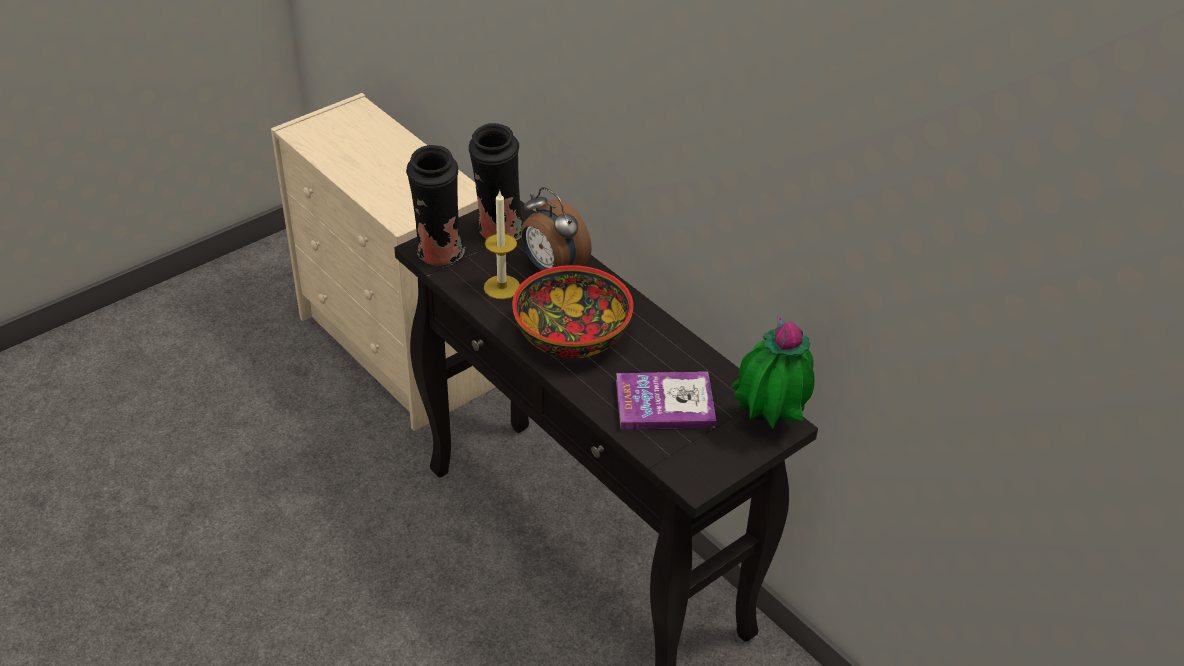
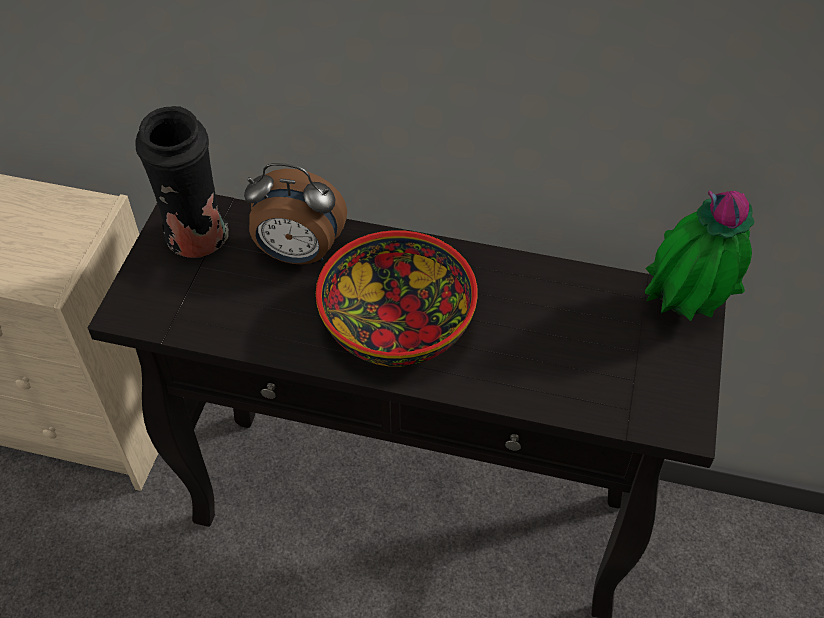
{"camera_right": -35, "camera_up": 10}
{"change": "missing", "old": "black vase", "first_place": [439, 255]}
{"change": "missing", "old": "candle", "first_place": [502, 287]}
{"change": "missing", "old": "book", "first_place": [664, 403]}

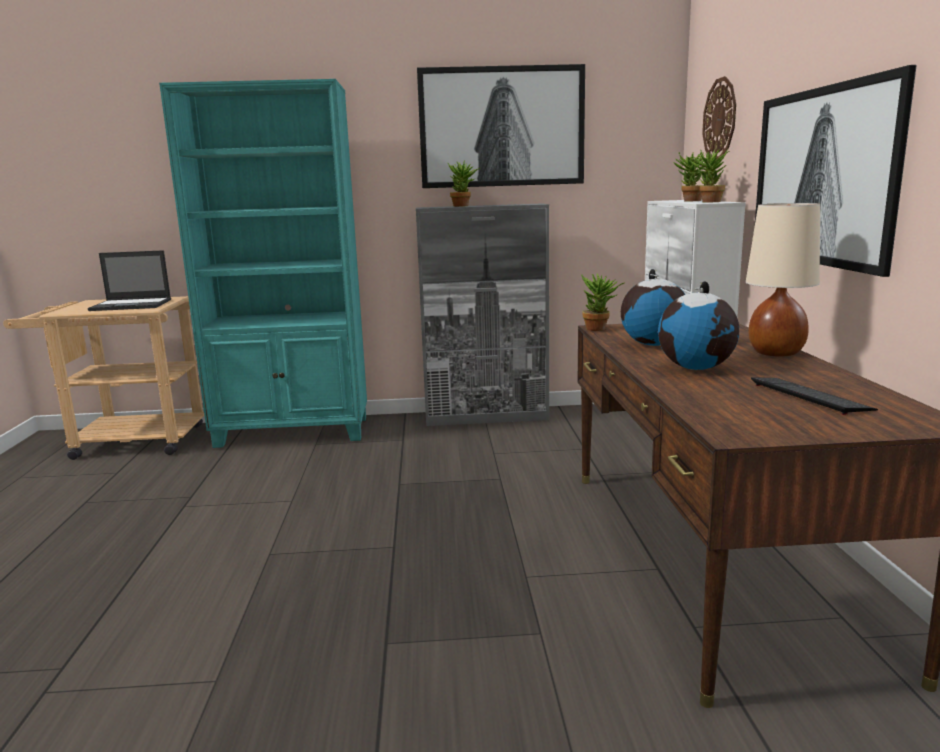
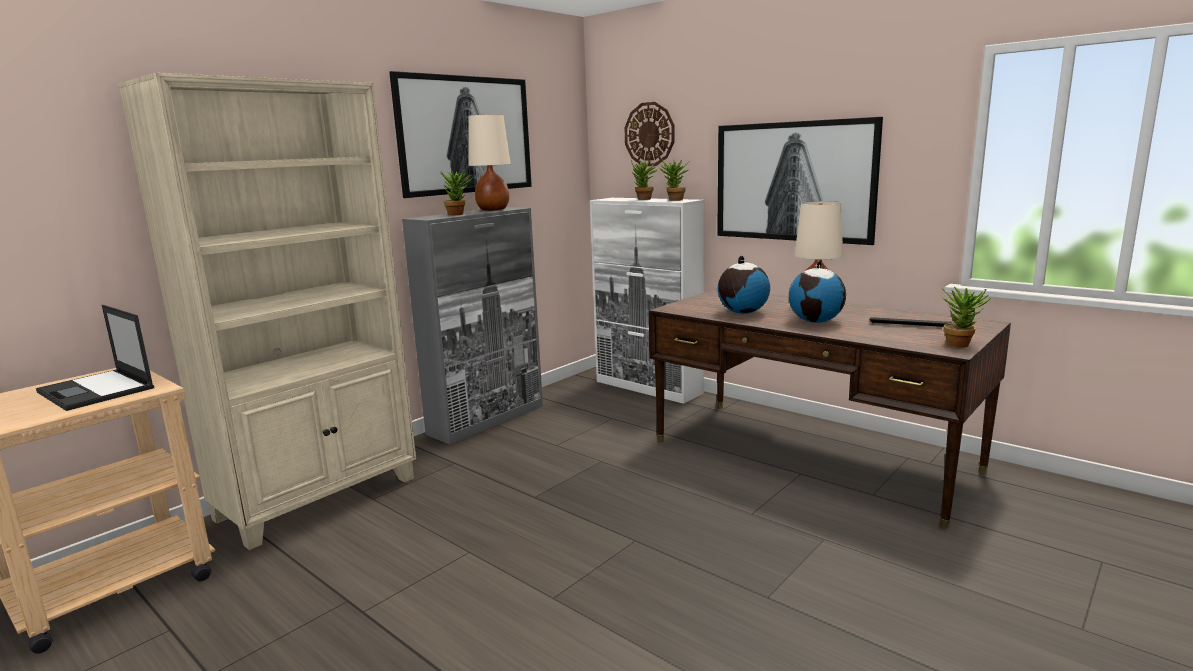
{"camera_right": -45, "camera_up": 0}
{"change": "spun", "old": "laptop", "first_place": [132, 305], "second_place": [97, 390], "degrees": 90}
{"change": "colour", "old": "turquoise bookcase", "new": "beige bookcase", "first_place": [294, 432], "second_place": [320, 498]}
{"change": "relocated", "old": "potted plant", "first_place": [600, 329], "second_place": [960, 344]}
{"change": "appeared", "new": "beige table lamp", "second_place": [493, 210]}

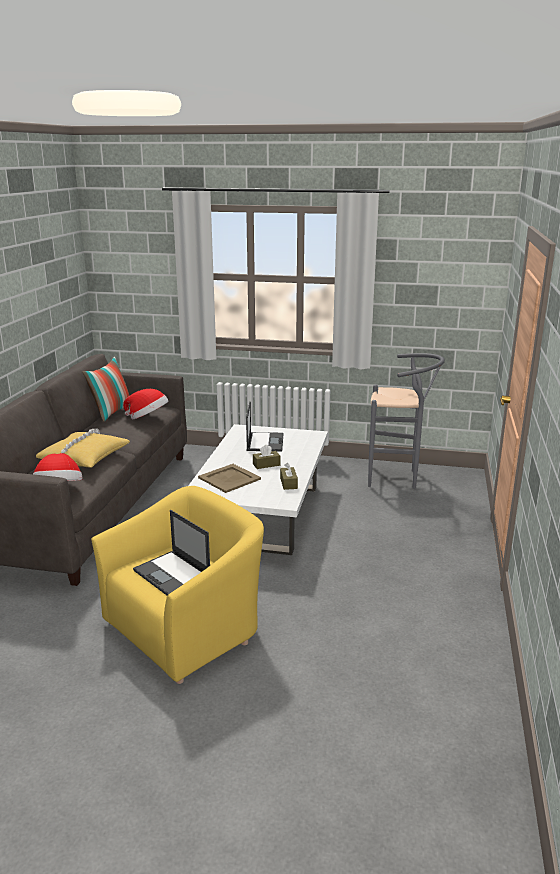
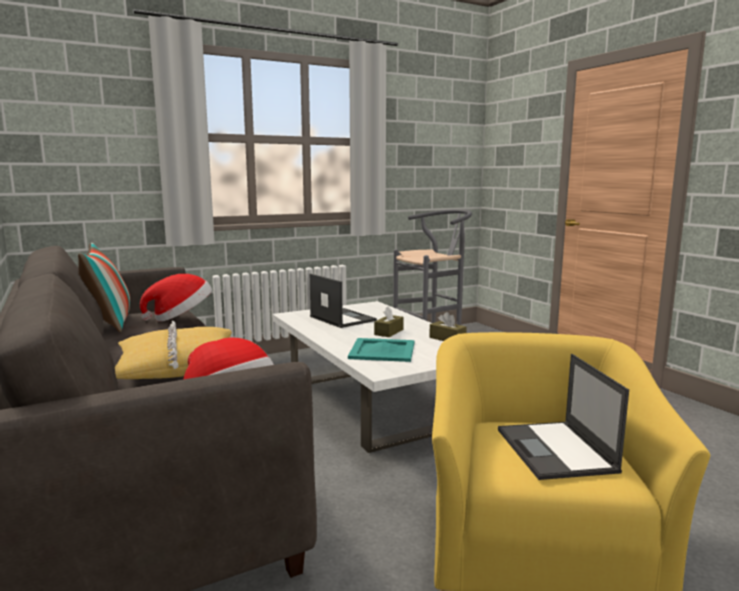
{"camera_right": -40, "camera_up": -10}
{"change": "spun", "old": "laptop", "first_place": [173, 574], "second_place": [556, 451], "degrees": 75}
{"change": "colour", "old": "beige tray", "new": "turquoise tray", "first_place": [230, 478], "second_place": [383, 350]}

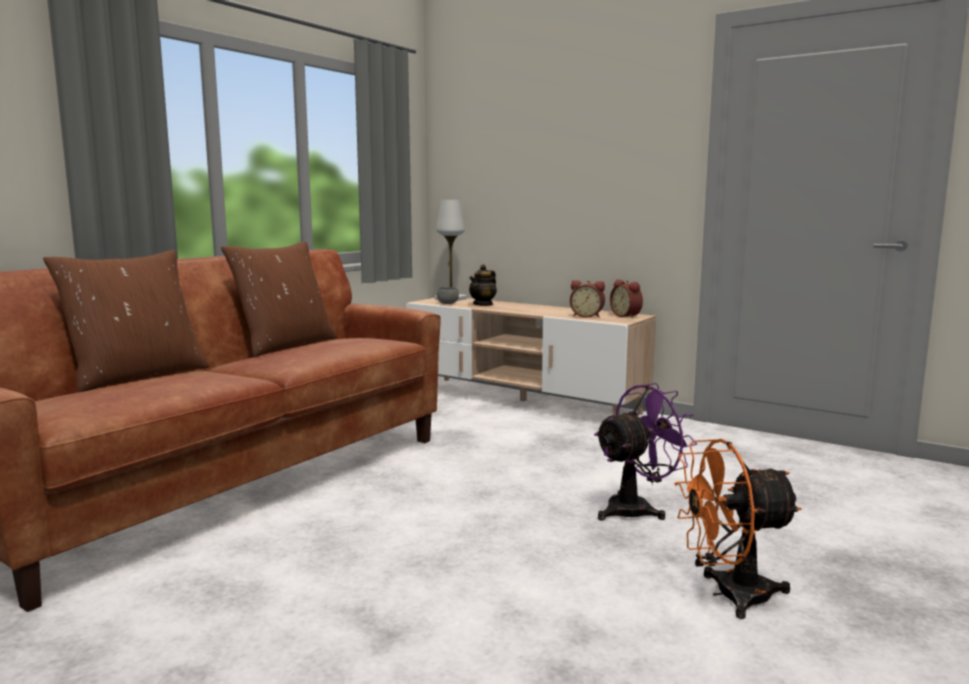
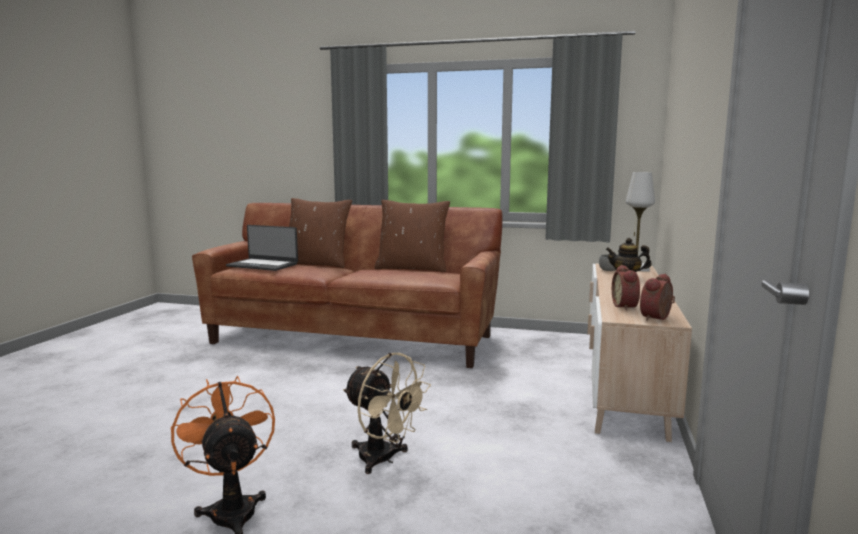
{"camera_right": 70, "camera_up": 0}
{"change": "colour", "old": "purple fan", "new": "beige fan", "first_place": [637, 508], "second_place": [384, 459]}
{"change": "appeared", "new": "laptop", "second_place": [263, 265]}

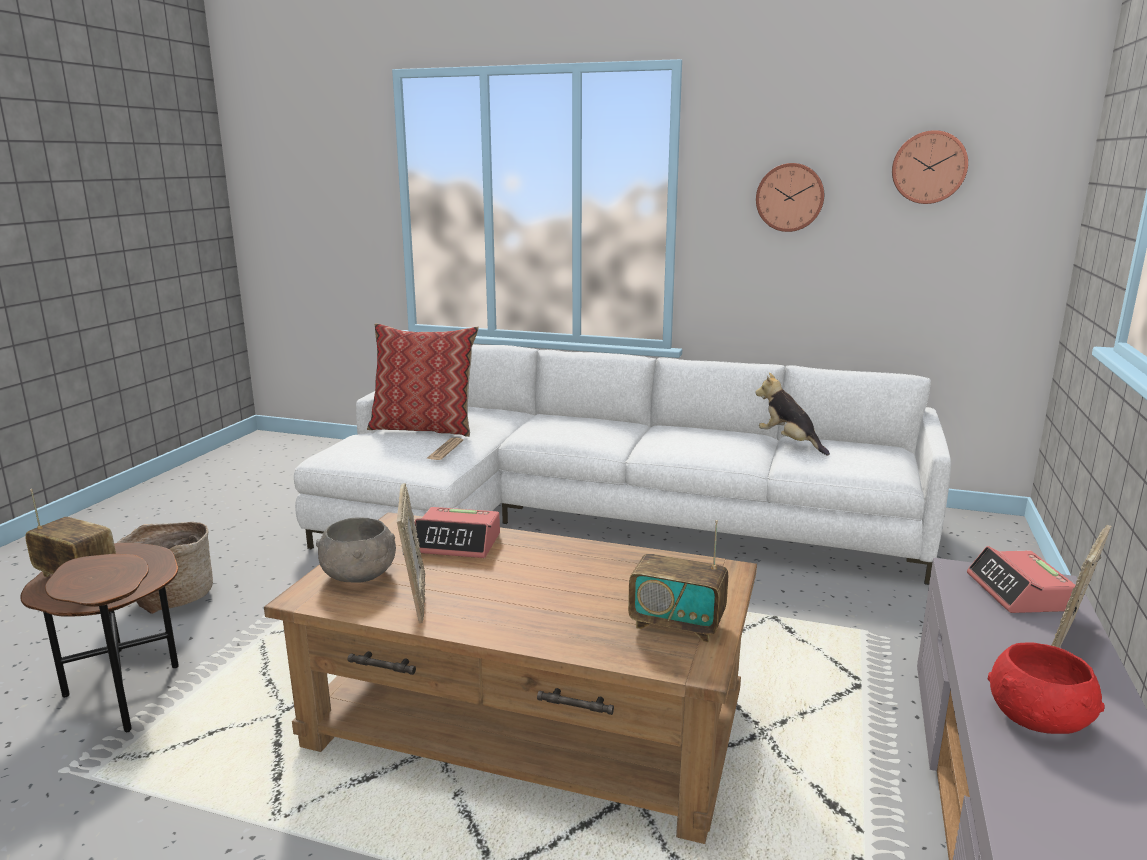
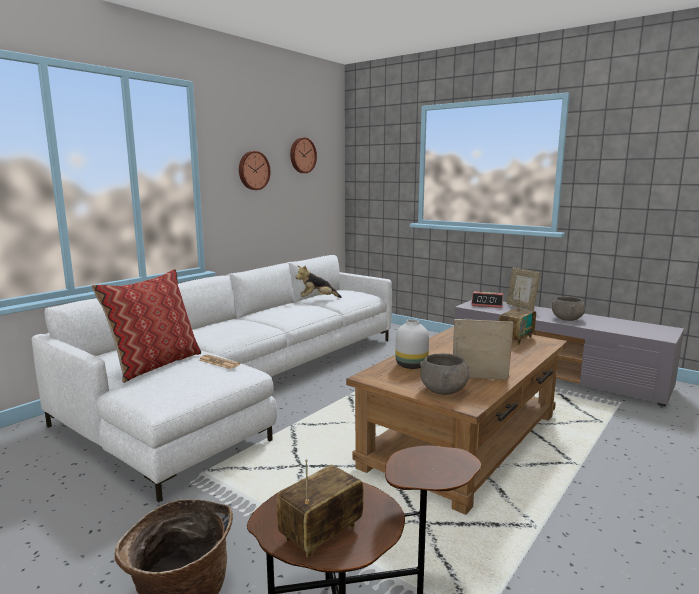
{"camera_right": -70, "camera_up": -5}
{"change": "exchanged", "old": "alarm clock", "new": "white vase", "first_place": [457, 543], "second_place": [411, 365]}
{"change": "colour", "old": "red bowl", "new": "grey bowl", "first_place": [1039, 719], "second_place": [567, 319]}

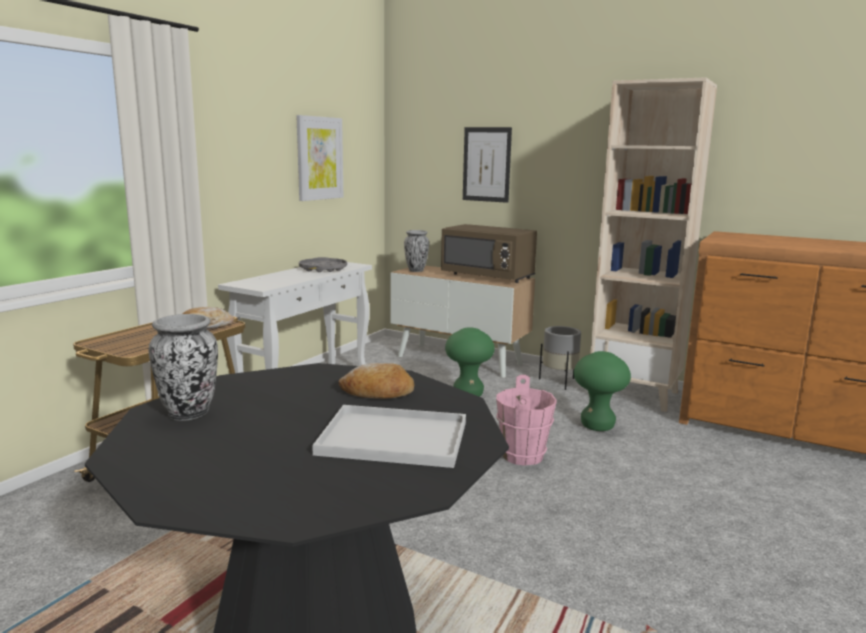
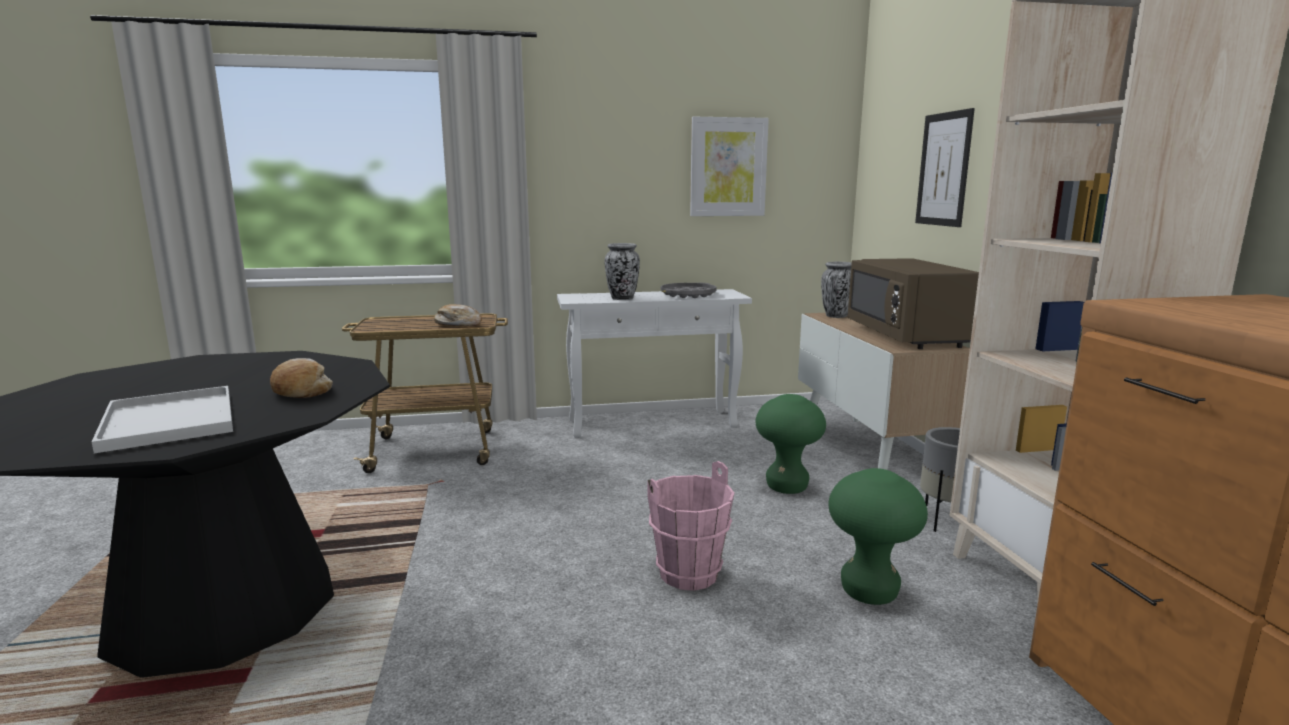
{"camera_right": 50, "camera_up": 0}
{"change": "relocated", "old": "vase", "first_place": [189, 414], "second_place": [622, 298]}

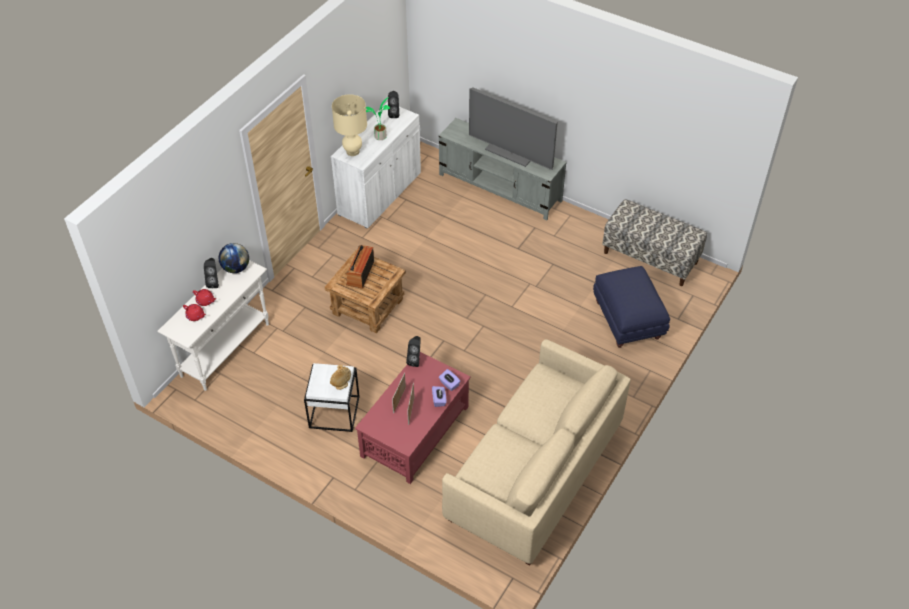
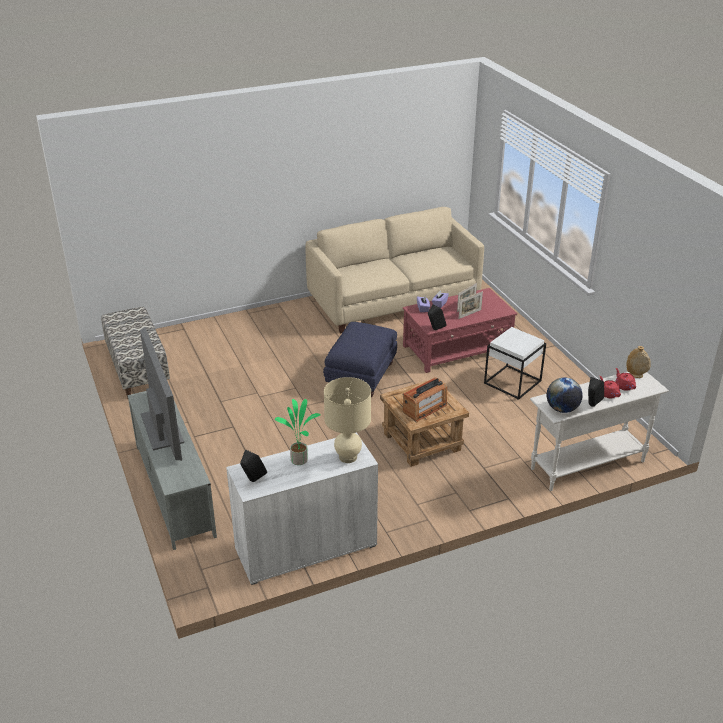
{"camera_right": -145, "camera_up": -15}
{"change": "relocated", "old": "beige vase", "first_place": [341, 385], "second_place": [636, 375]}
{"change": "relocated", "old": "blue ottoman", "first_place": [628, 321], "second_place": [361, 375]}

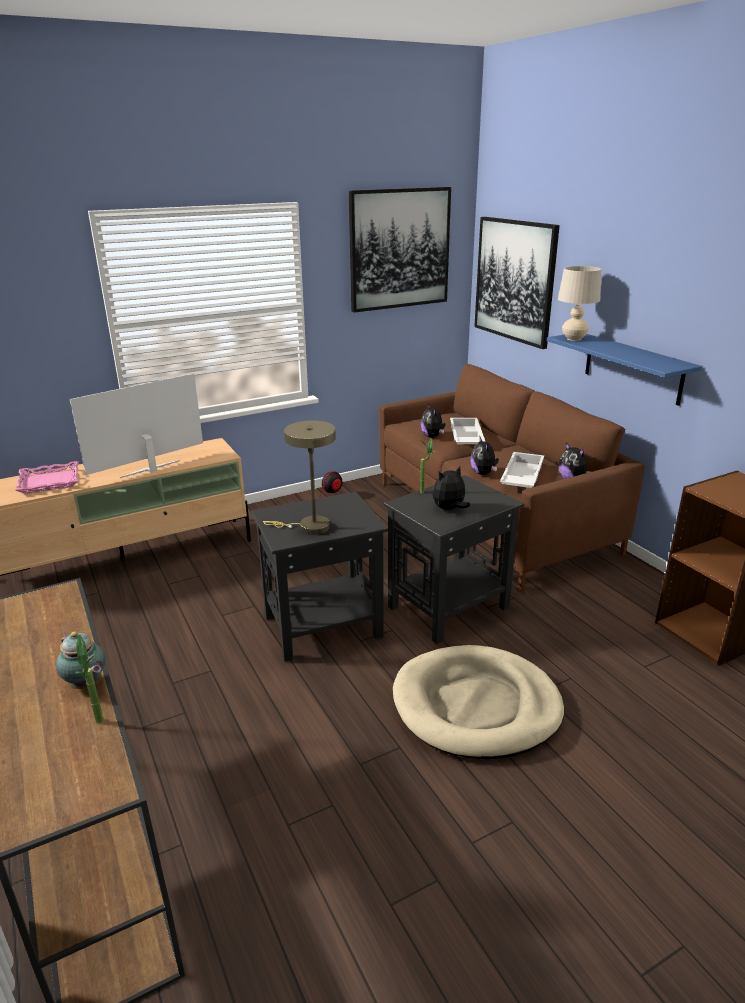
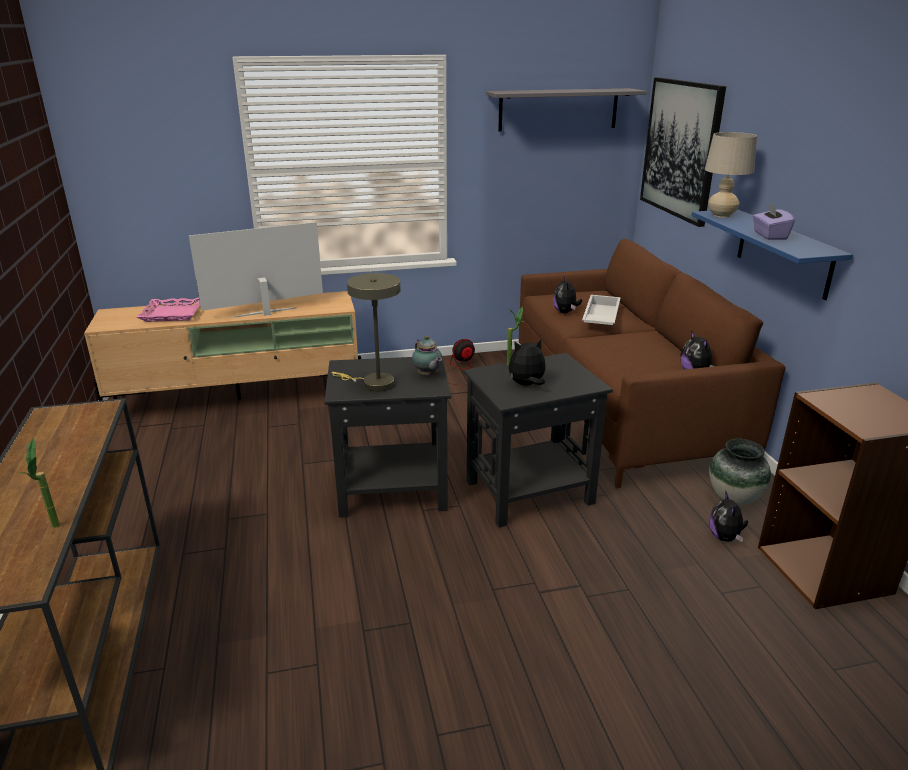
{"camera_right": 15, "camera_up": 0}
{"change": "relocated", "old": "teapot", "first_place": [87, 685], "second_place": [428, 375]}
{"change": "exchanged", "old": "picture", "new": "grey shelf", "first_place": [399, 249], "second_place": [558, 109]}
{"change": "missing", "old": "beige dog bed", "first_place": [476, 706]}
{"change": "relocated", "old": "plush toy", "first_place": [483, 473], "second_place": [725, 537]}
{"change": "missing", "old": "white tray", "first_place": [521, 477]}
{"change": "appeared", "new": "vase", "second_place": [734, 498]}
{"change": "appeared", "new": "purple tissue box", "second_place": [769, 236]}

